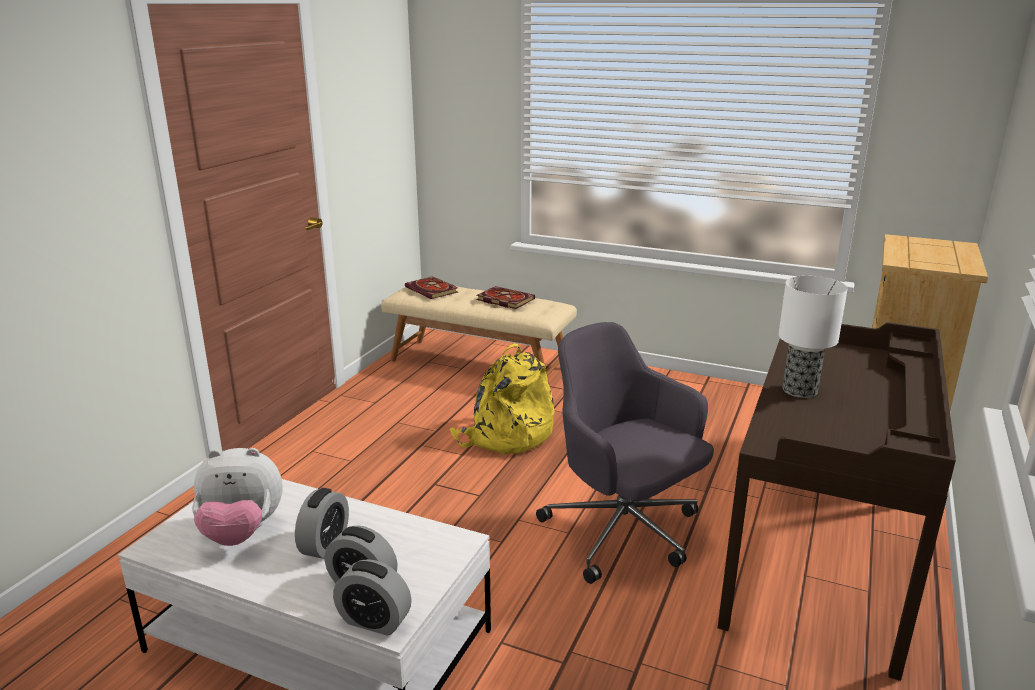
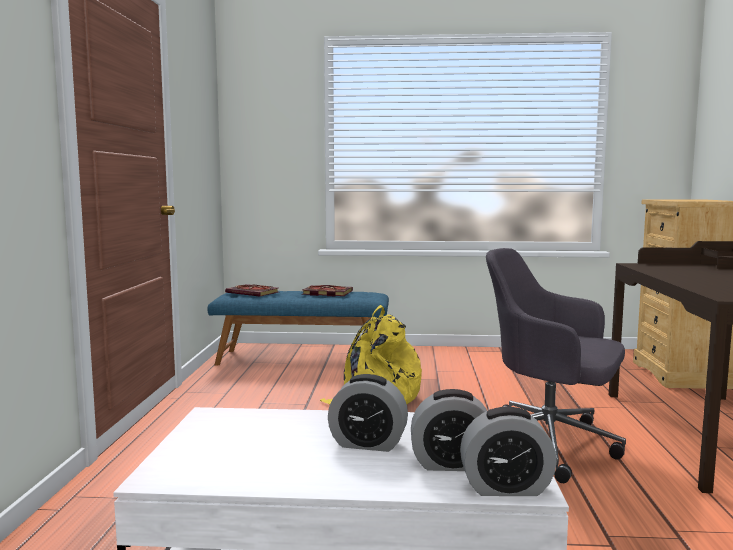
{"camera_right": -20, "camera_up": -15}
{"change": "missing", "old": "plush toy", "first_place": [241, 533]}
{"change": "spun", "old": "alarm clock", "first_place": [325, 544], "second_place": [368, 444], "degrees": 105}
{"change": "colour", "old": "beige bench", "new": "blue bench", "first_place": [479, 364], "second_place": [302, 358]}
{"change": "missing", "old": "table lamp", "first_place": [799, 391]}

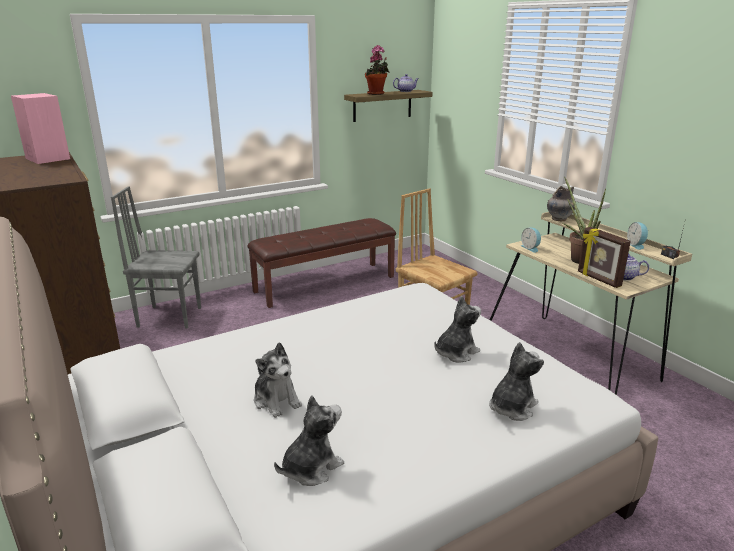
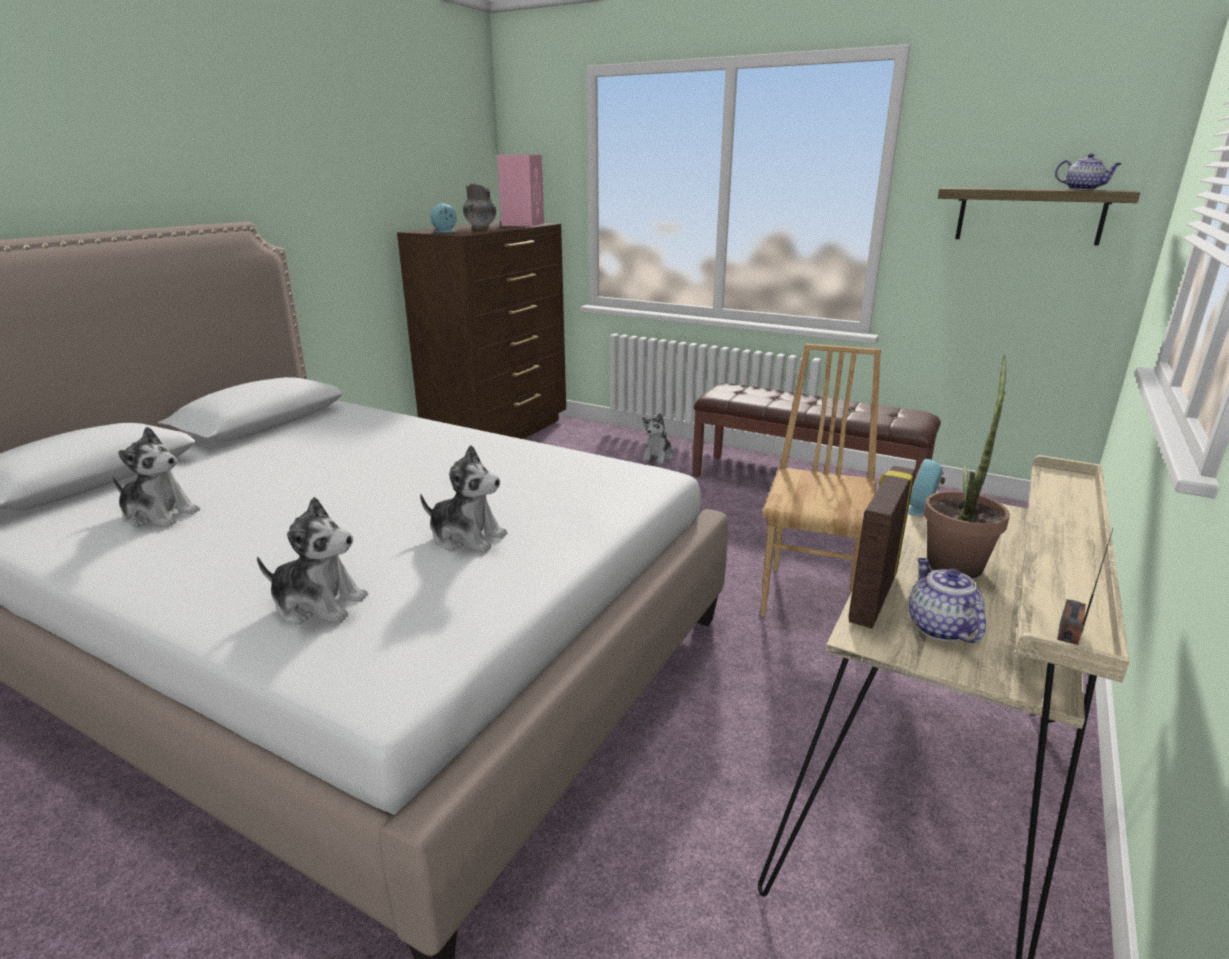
{"camera_right": 60, "camera_up": 0}
{"change": "missing", "old": "grey chair", "first_place": [169, 316]}
{"change": "relocated", "old": "plush toy", "first_place": [276, 400], "second_place": [658, 457]}
{"change": "missing", "old": "potted plant", "first_place": [376, 94]}
{"change": "relocated", "old": "grey vase", "first_place": [558, 219], "second_place": [481, 228]}
{"change": "relocated", "old": "alarm clock", "first_place": [636, 245], "second_place": [446, 231]}

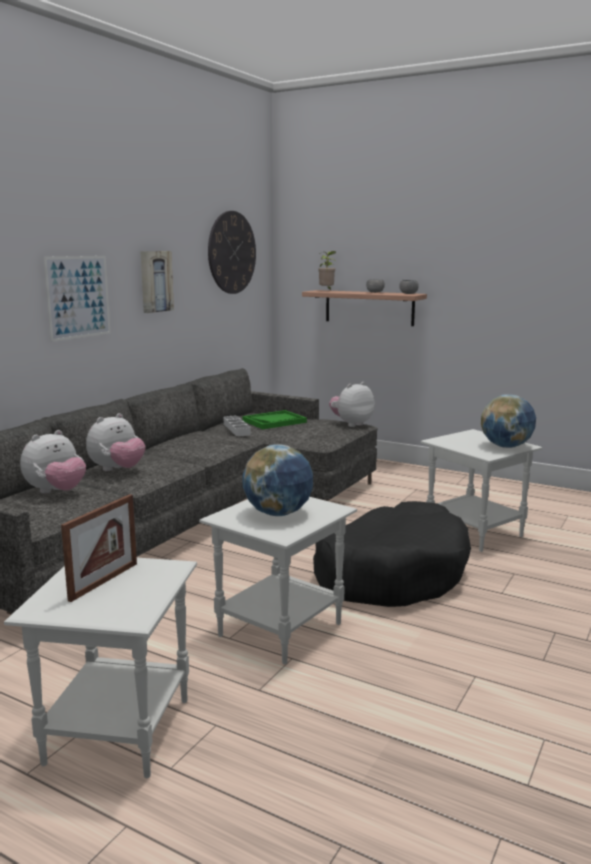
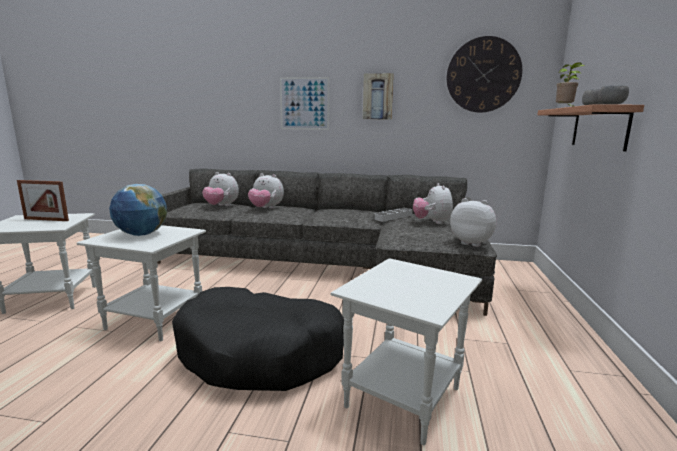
{"camera_right": 70, "camera_up": 0}
{"change": "exchanged", "old": "green tray", "new": "plush toy", "first_place": [274, 421], "second_place": [432, 222]}
{"change": "missing", "old": "globe", "first_place": [506, 446]}

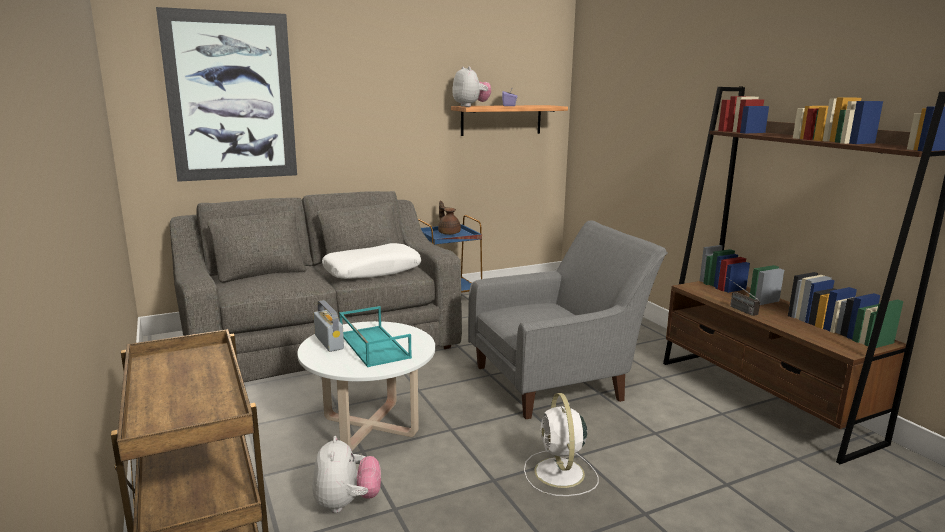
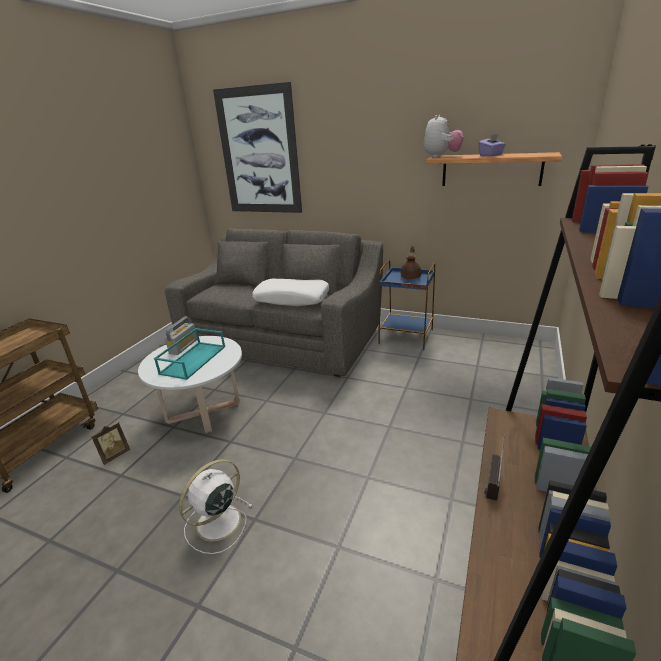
{"camera_right": 50, "camera_up": 10}
{"change": "exchanged", "old": "plush toy", "new": "picture frame", "first_place": [346, 503], "second_place": [115, 455]}
{"change": "missing", "old": "grey armchair", "first_place": [557, 380]}

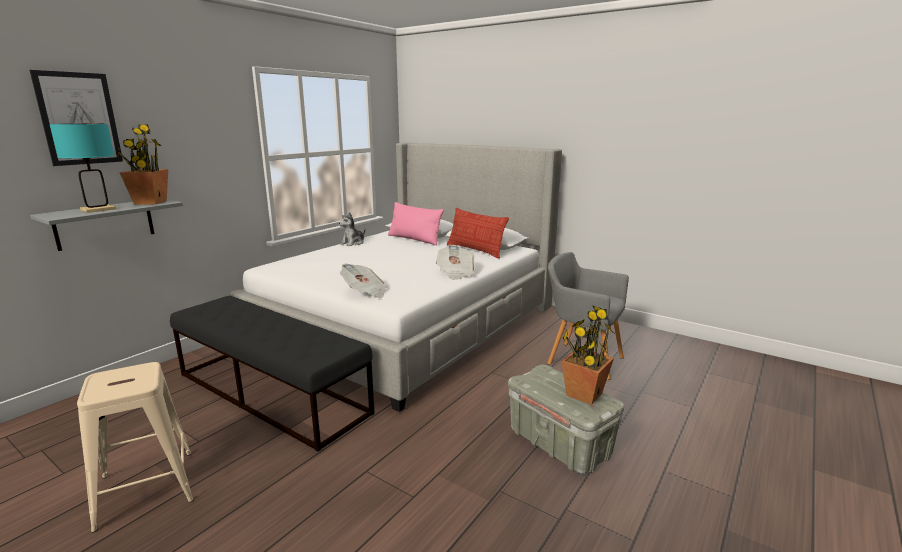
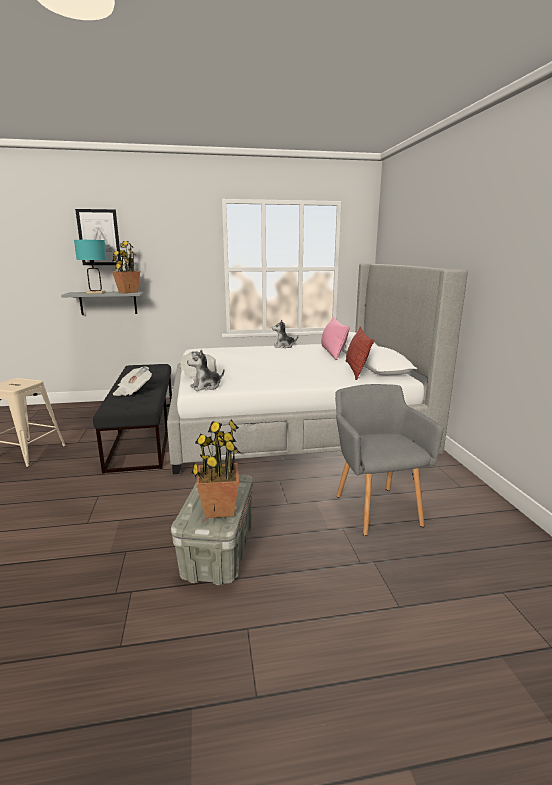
{"camera_right": 45, "camera_up": 0}
{"change": "relocated", "old": "newspaper", "first_place": [455, 273], "second_place": [133, 391]}
{"change": "appeared", "new": "plush toy", "second_place": [206, 387]}

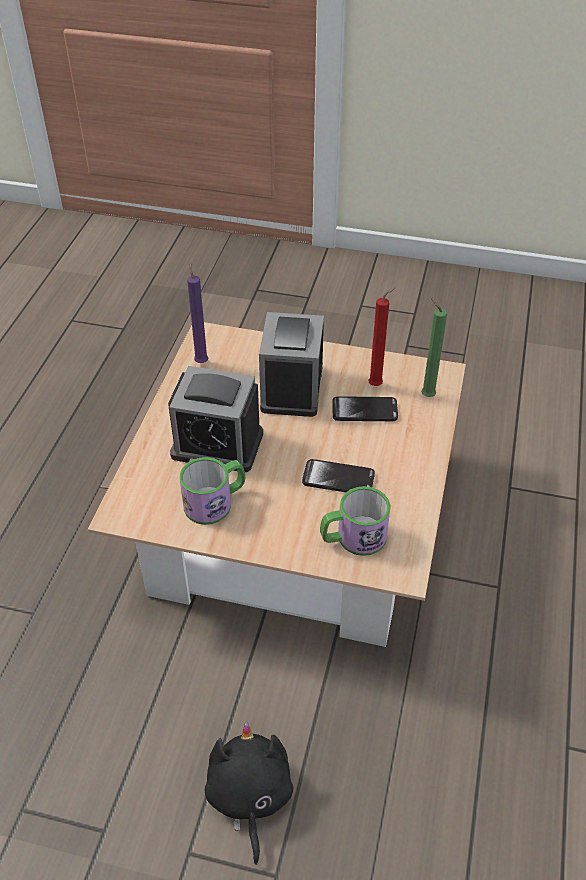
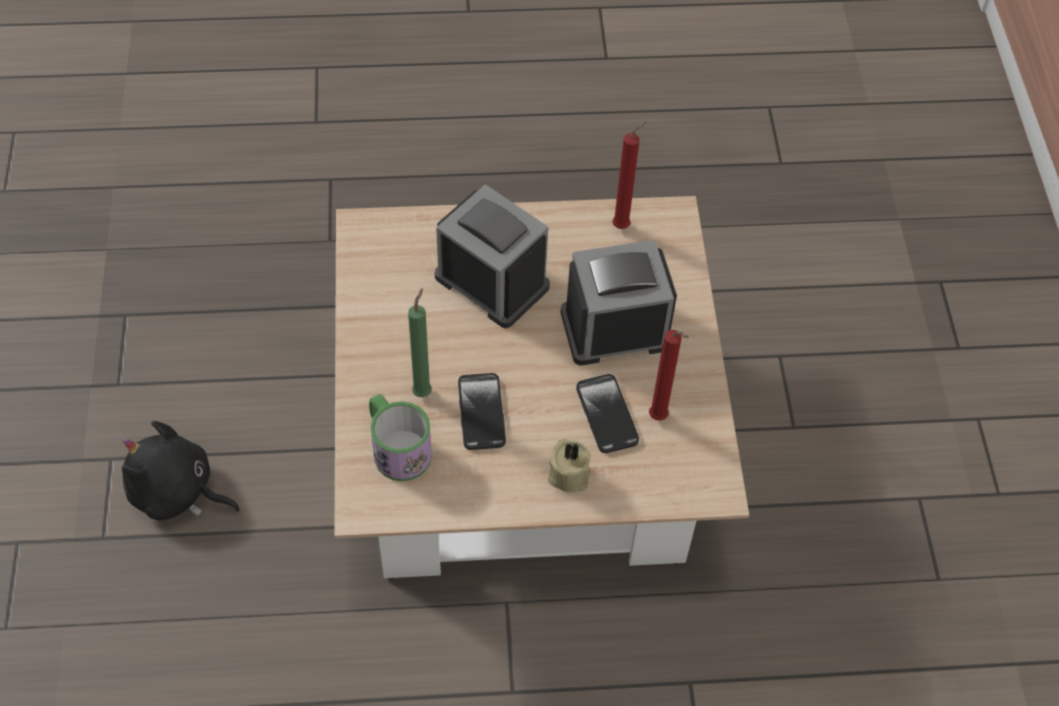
{"camera_right": 70, "camera_up": 10}
{"change": "spun", "old": "alarm clock", "first_place": [217, 444], "second_place": [492, 282], "degrees": 135}
{"change": "missing", "old": "mug", "first_place": [215, 502]}
{"change": "colour", "old": "purple candle", "new": "red candle", "first_place": [201, 361], "second_place": [623, 225]}
{"change": "spun", "old": "black plush toy", "first_place": [249, 796], "second_place": [176, 492], "degrees": -135}
{"change": "relocated", "old": "green candle", "first_place": [426, 395], "second_place": [423, 390]}
{"change": "appeared", "new": "beige candle", "second_place": [568, 473]}

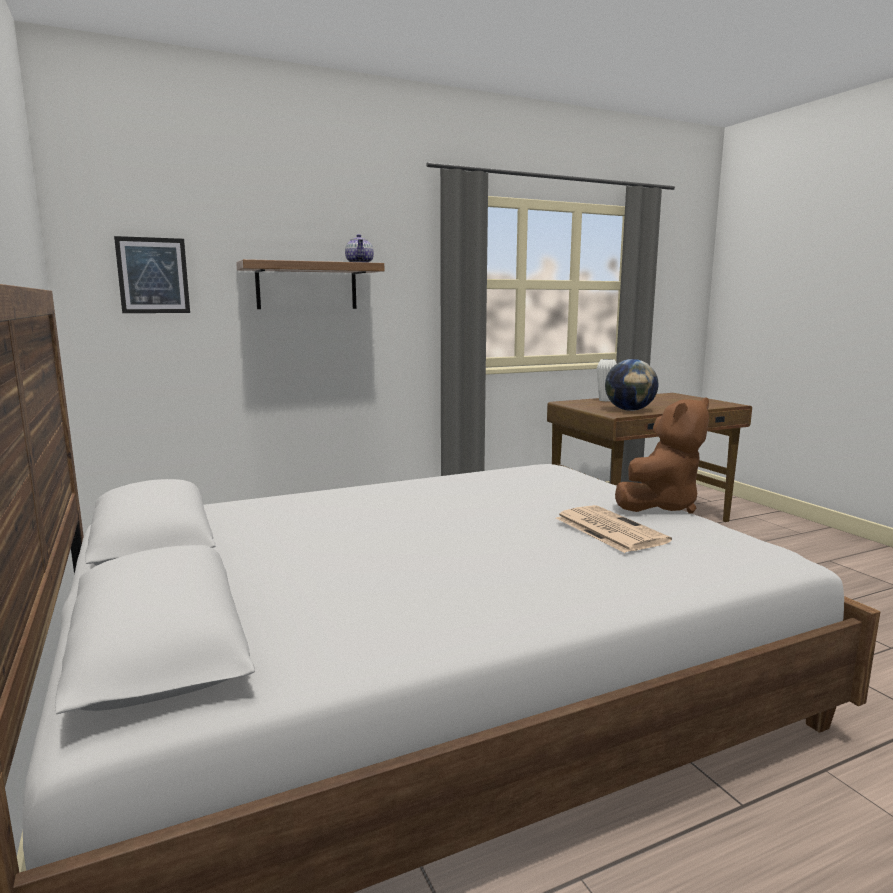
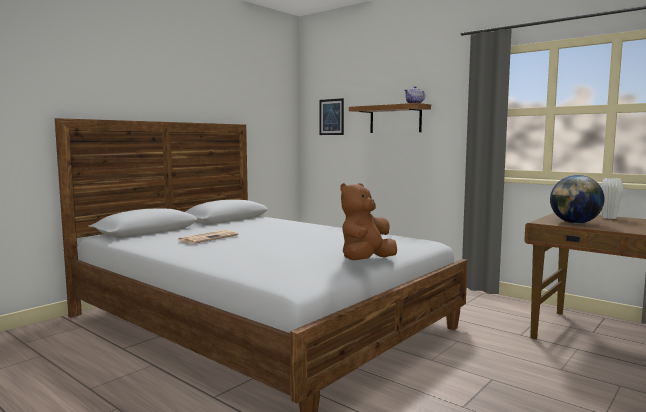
{"camera_right": 65, "camera_up": -5}
{"change": "relocated", "old": "newspaper", "first_place": [608, 529], "second_place": [208, 238]}
{"change": "spun", "old": "brown plush toy", "first_place": [660, 506], "second_place": [366, 261], "degrees": 105}

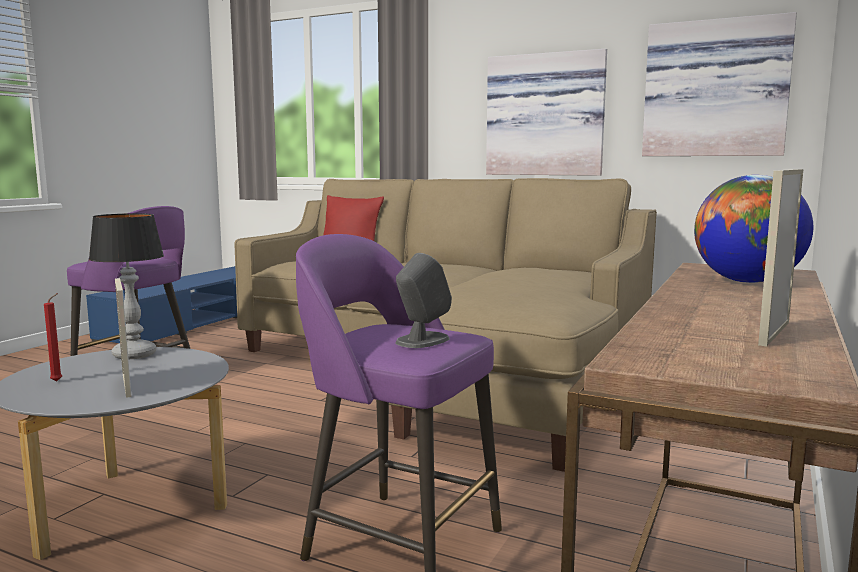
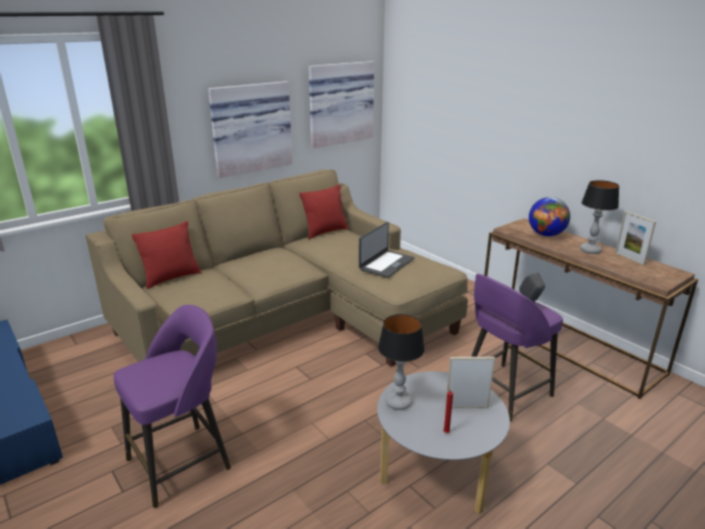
{"camera_right": -65, "camera_up": 15}
{"change": "appeared", "new": "red pillow", "second_place": [325, 232]}
{"change": "appeared", "new": "laptop", "second_place": [386, 264]}
{"change": "appeared", "new": "table lamp", "second_place": [591, 250]}

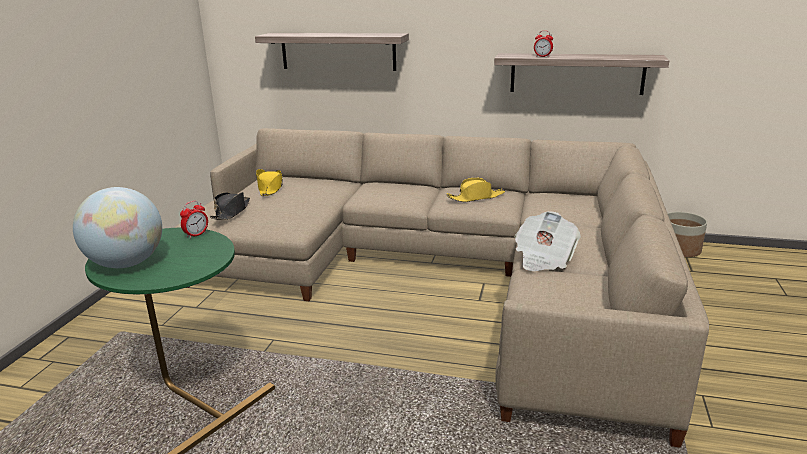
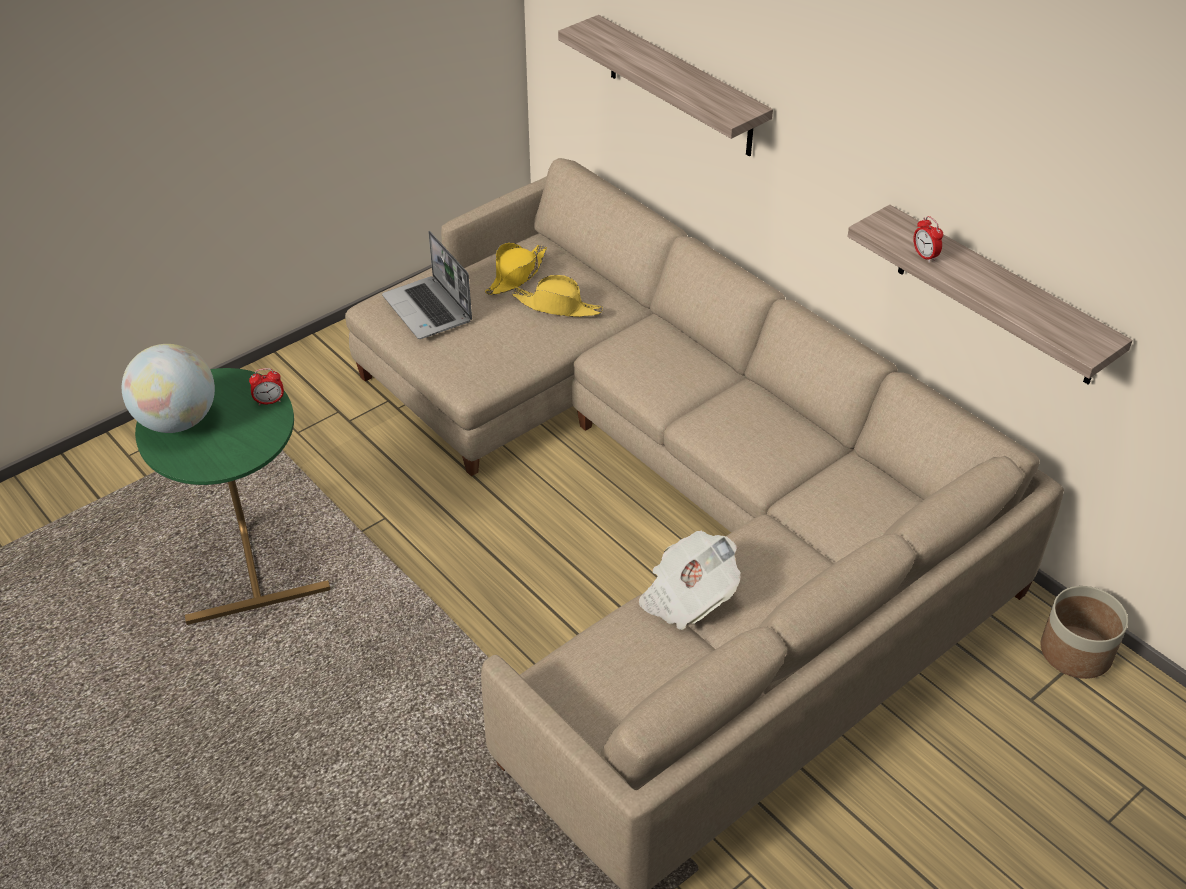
{"camera_right": 35, "camera_up": 20}
{"change": "exchanged", "old": "black hat", "new": "laptop", "first_place": [231, 212], "second_place": [429, 310]}
{"change": "relocated", "old": "yellow hat", "first_place": [476, 197], "second_place": [558, 306]}

